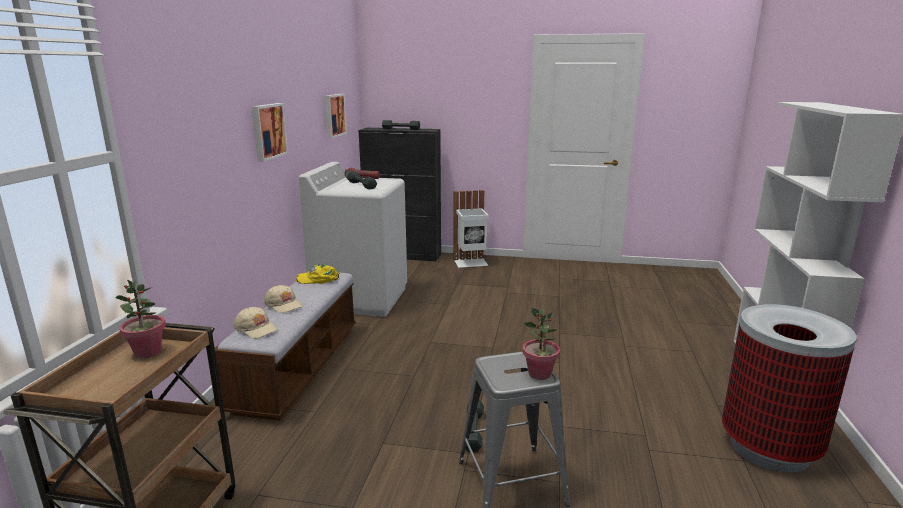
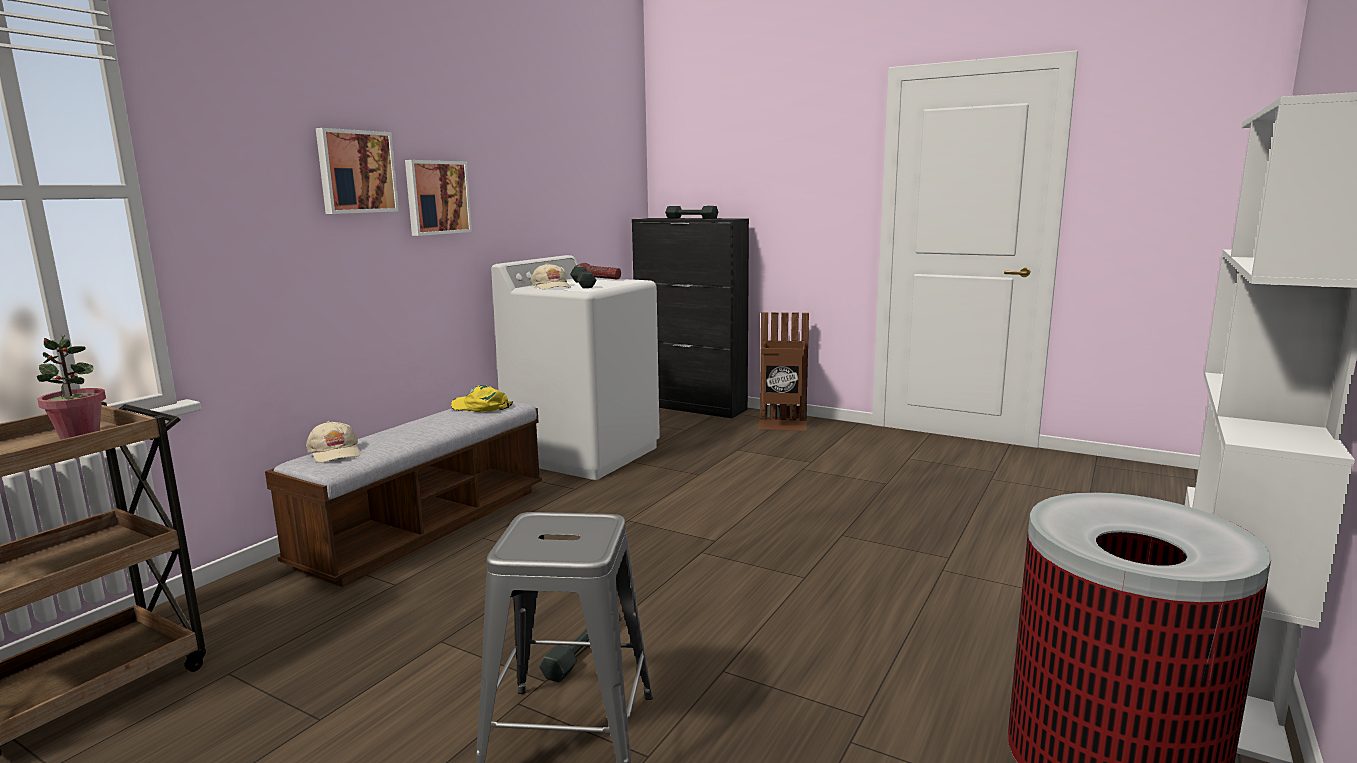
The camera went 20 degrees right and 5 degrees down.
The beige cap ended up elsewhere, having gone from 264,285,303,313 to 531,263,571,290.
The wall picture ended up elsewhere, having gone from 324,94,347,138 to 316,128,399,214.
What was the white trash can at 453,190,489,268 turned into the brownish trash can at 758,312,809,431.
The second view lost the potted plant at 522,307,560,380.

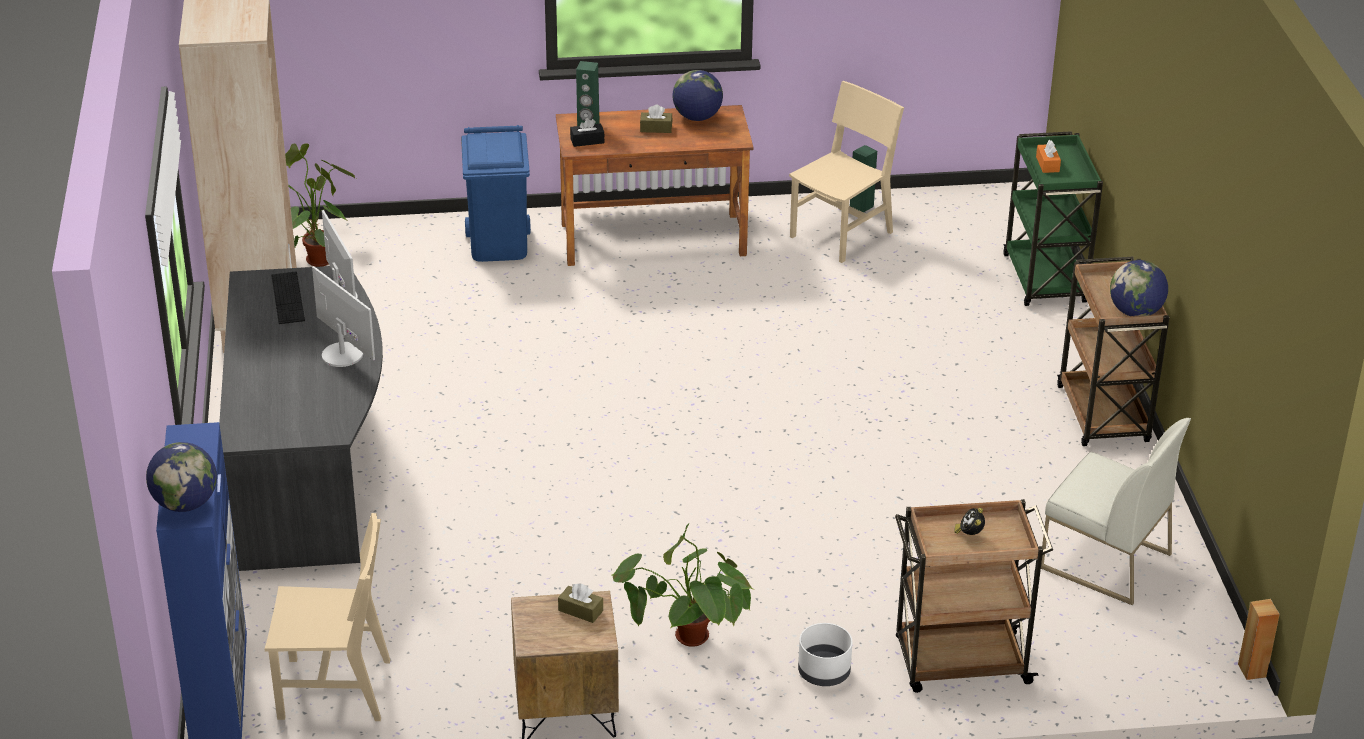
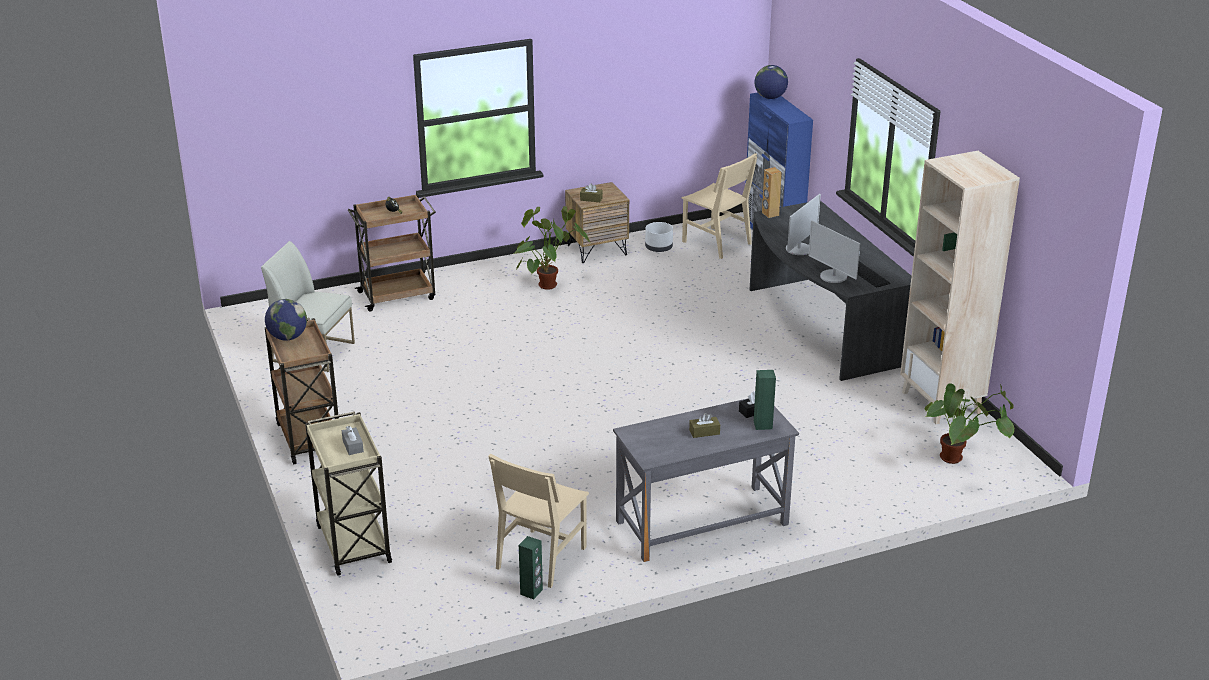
The camera went 165 degrees right and 5 degrees down.
The beige chair at 265,513,390,721 ended up facing another way, 120 degrees counterclockwise from before.
The computer display at 312,266,375,367 ended up facing another way, 90 degrees counterclockwise from before.
The second view lost the blue trash can at 461,125,531,262.
What was the brownish desk unit at 556,105,754,266 turned into the grey desk unit at 613,398,799,562.
The second view lost the desk globe at 672,70,723,121.
The white planter ended up elsewhere, having gone from 798,623,852,686 to 645,222,673,252.
What was the green wheeled cart at 1003,131,1103,306 turned into the beige wheeled cart at 305,411,392,576.
What was the orange-coloured tissue holder at 1036,140,1061,173 turned into the grey tissue holder at 342,426,364,455.
The brownish audio speaker ended up elsewhere, having gone from 1238,599,1280,680 to 762,167,782,218.

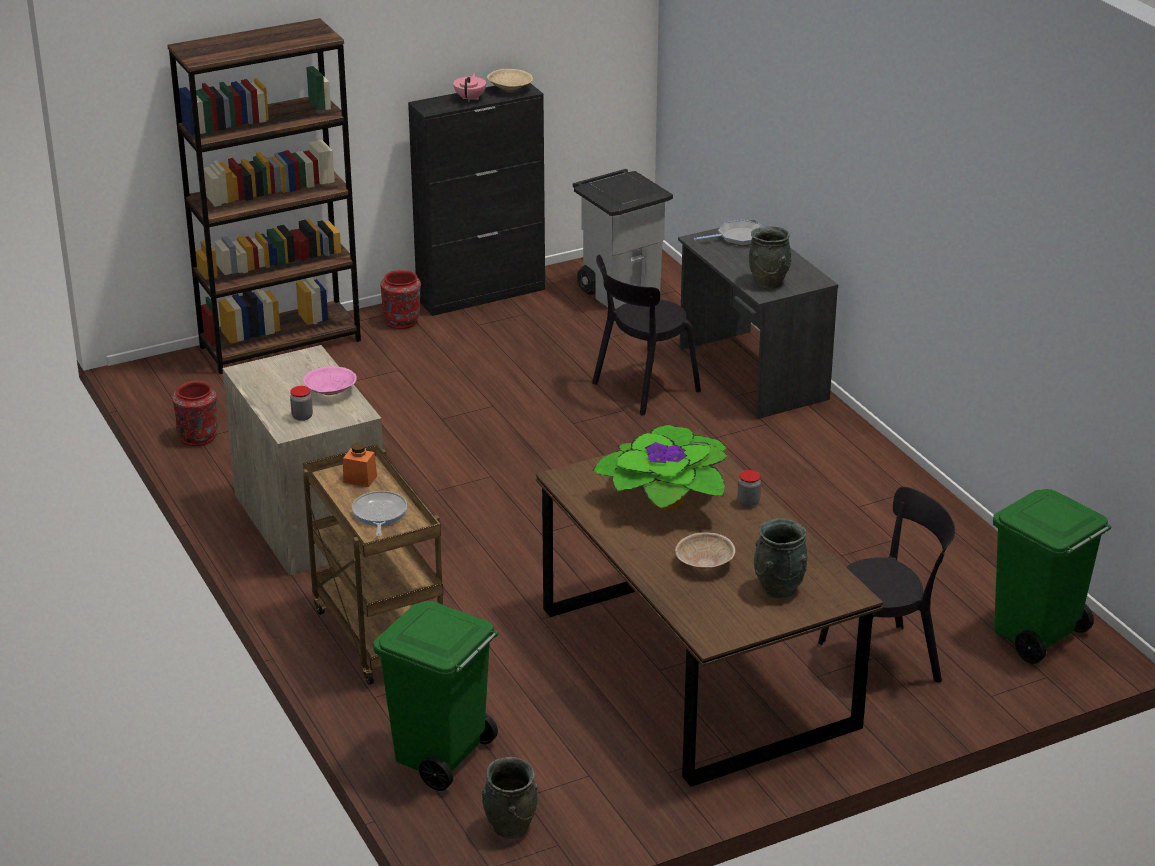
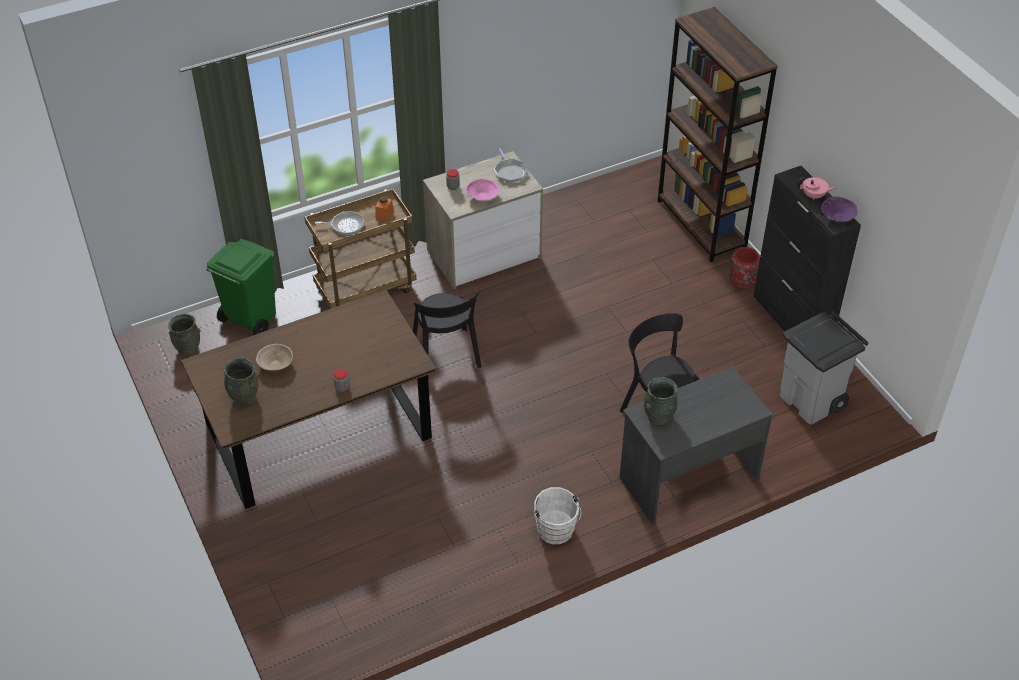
The camera went 90 degrees right and 15 degrees up.
The second view lost the red-coloured decorative vase at 172,381,218,446.
What was the beige bowl at 487,69,533,91 turned into the purplish bowl at 821,196,858,222.
The second view lost the potted plant at 592,425,727,509.
The pan ended up elsewhere, having gone from 694,220,763,246 to 494,148,528,182.
The blackish chair ended up elsewhere, having gone from 818,487,955,682 to 413,289,481,378.
The second view lost the green trash can at 993,489,1112,664.
The second view gained the white bucket at 534,487,581,544.

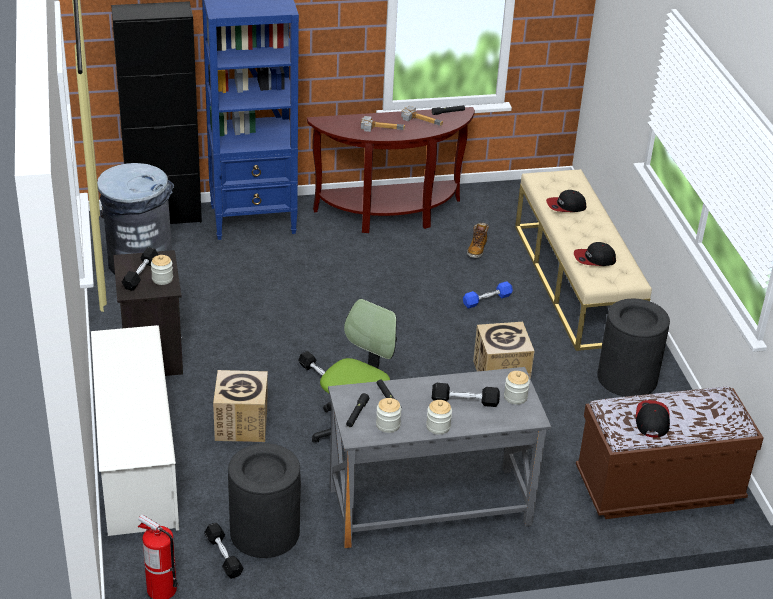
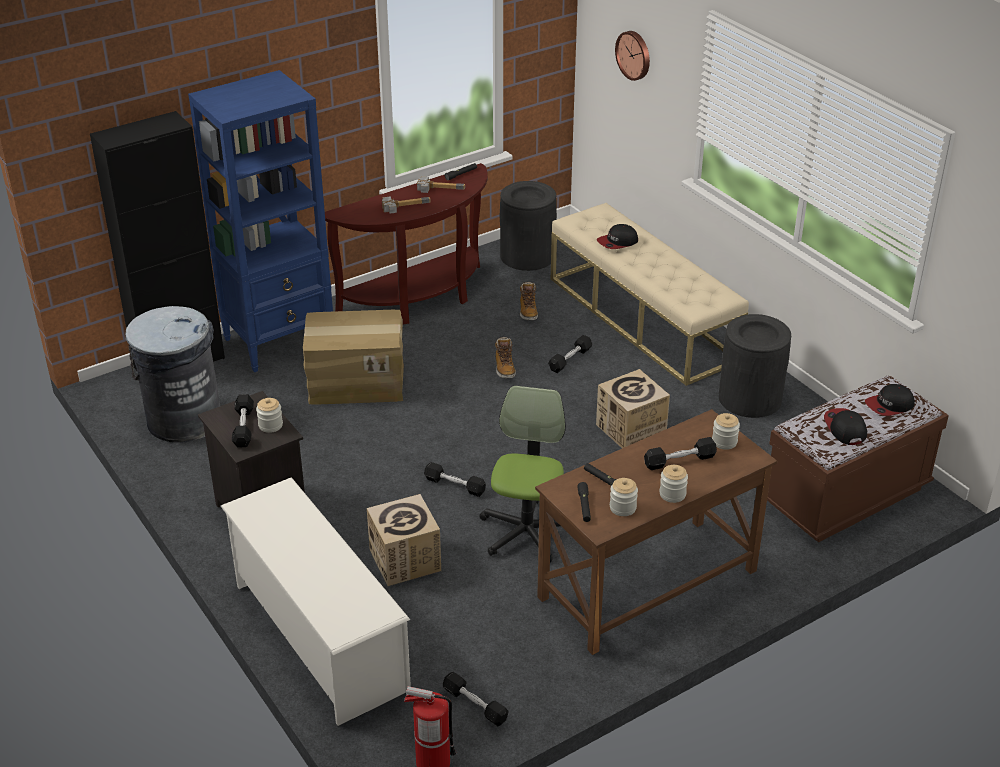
The camera went 20 degrees left and 0 degrees up.
The blackish trash can ended up elsewhere, having gone from 228,443,301,558 to 499,181,557,271.
What was the grey desk unit at 328,367,551,548 turned into the brownish desk unit at 535,409,777,655.
What was the blue dumbbell at 463,281,513,309 turned into the blackish dumbbell at 548,335,592,373.
The cap ended up elsewhere, having gone from 574,242,616,266 to 865,384,915,416.
The second view gained the packing box at 303,310,404,404.
The second view gained the high-top boot at 495,337,516,379.
The second view gained the hanging clock at 615,31,650,81.

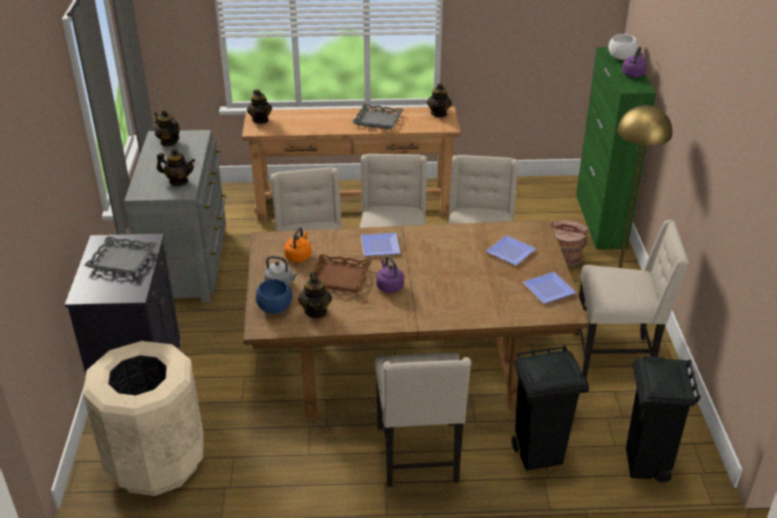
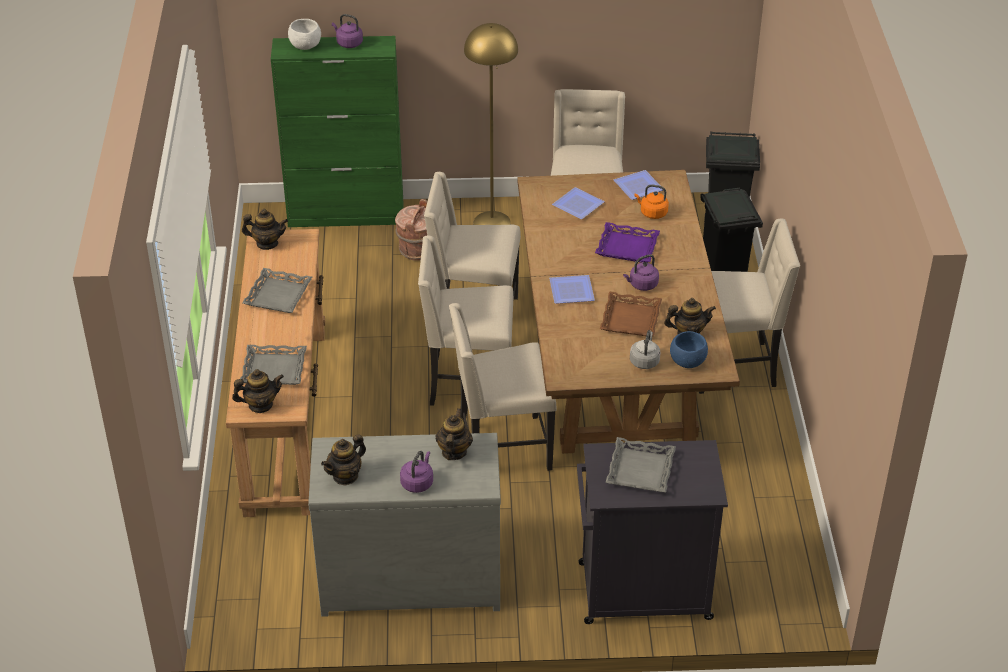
The camera went 90 degrees left and 5 degrees up.
The second view lost the beige trash can at 83,341,204,496.
The orange-coloured water kettle ended up elsewhere, having gone from 284,227,311,263 to 635,185,669,219.
The second view gained the grey carrying tray at 240,345,307,385.
The second view gained the purplish water kettle at 400,451,433,493.
The second view gained the purplish carrying tray at 595,222,660,263.

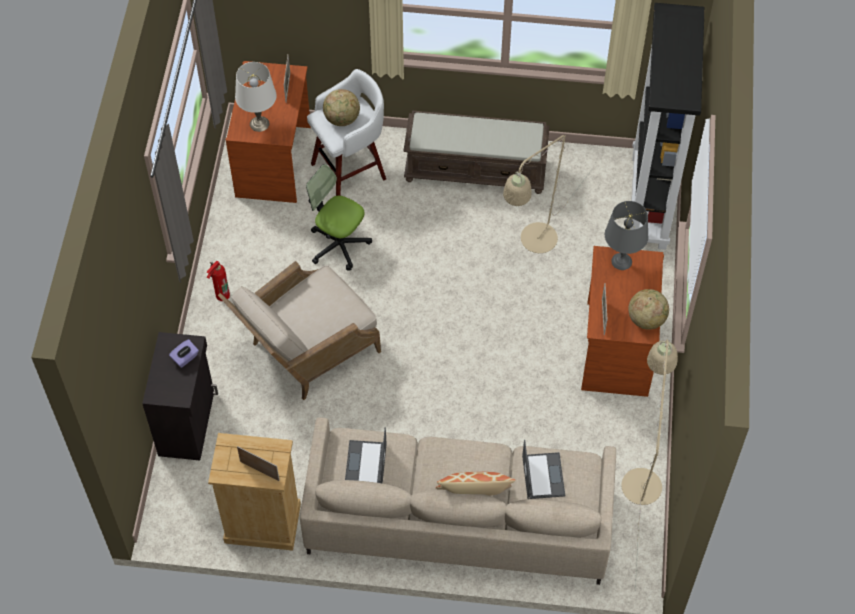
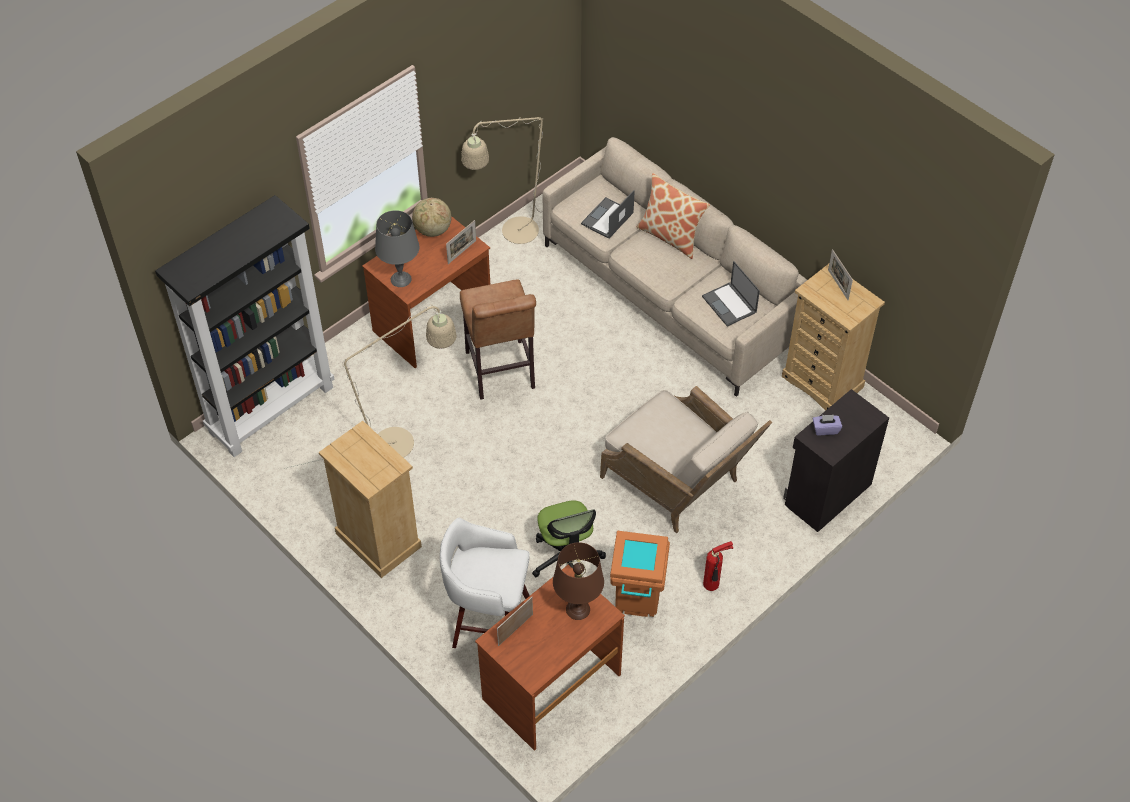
The camera went 140 degrees left and 5 degrees down.
The beige lounge chair at 218,261,381,400 ended up facing another way, 45 degrees clockwise from before.
What was the white tabletop lamp at 235,62,277,132 turned into the brownish tabletop lamp at 553,542,604,620.
The second view lost the desk globe at 323,89,360,126.
The portable computer at 345,427,387,484 ended up facing another way, 105 degrees clockwise from before.
Where the brownish bench stood at 403,110,550,194, the beige chest of drawers came to stand at 319,421,422,578.
The second view gained the brownish stool seat at 460,279,536,400.
The second view gained the orange-coloured trash can at 610,531,670,617.

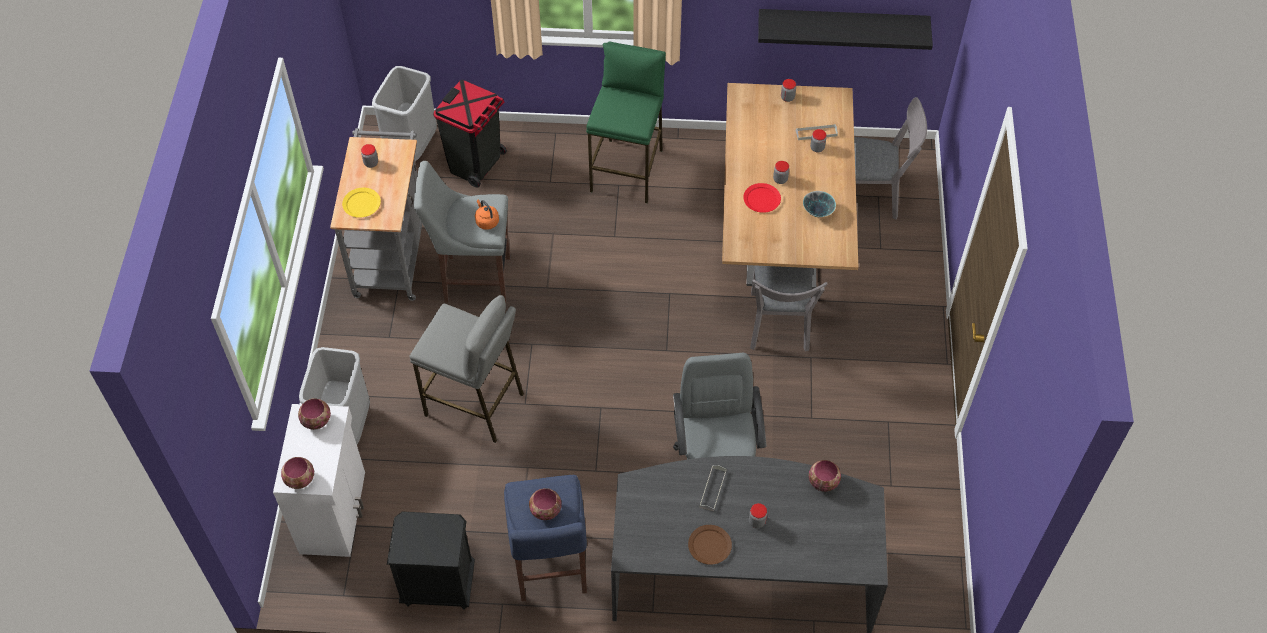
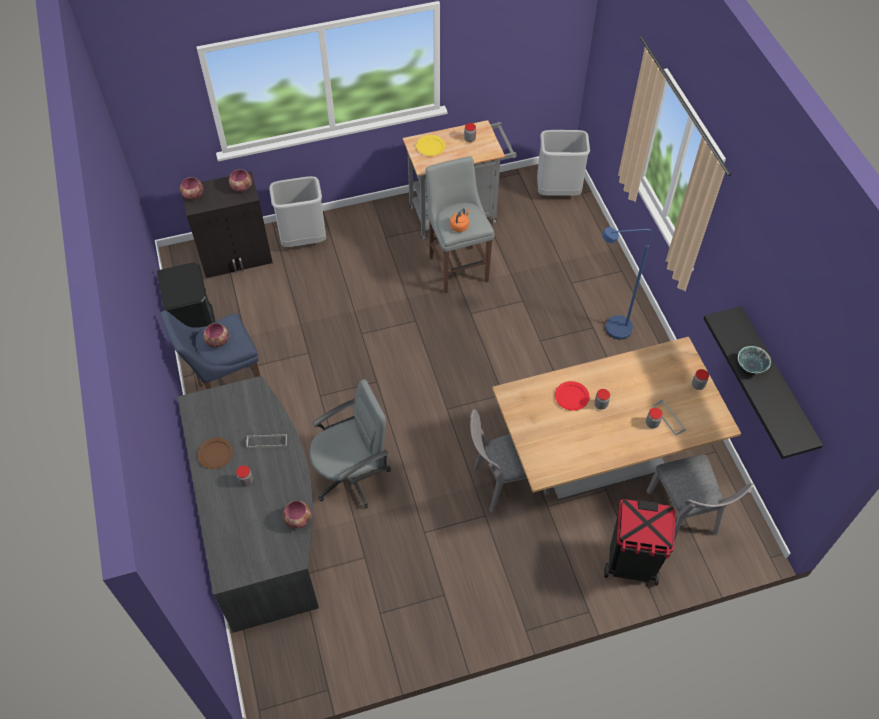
The camera went 70 degrees right and 0 degrees up.
What was the white cupboard at 273,404,365,557 turned into the blackish cupboard at 183,171,273,278.
The second view lost the grey stool seat at 409,295,524,443.
The blackish trash can ended up elsewhere, having gone from 433,80,507,187 to 604,499,675,585.
Where the green stool seat stood at 586,42,666,203, the blue floor lamp came to stand at 602,227,652,339.
The bowl ended up elsewhere, having gone from 803,191,836,217 to 738,346,771,373.

